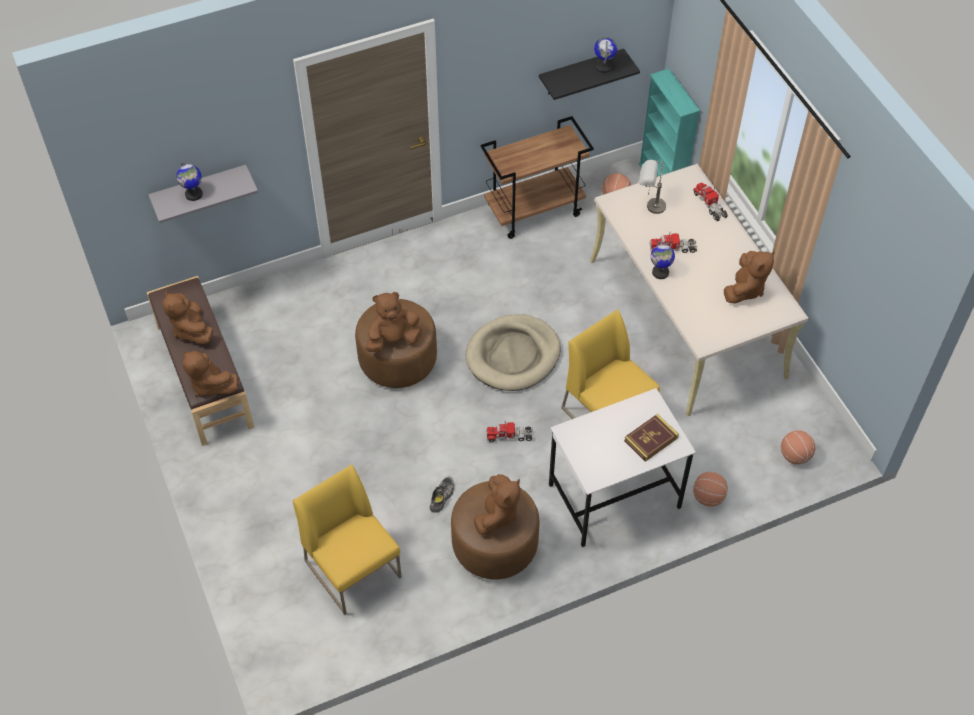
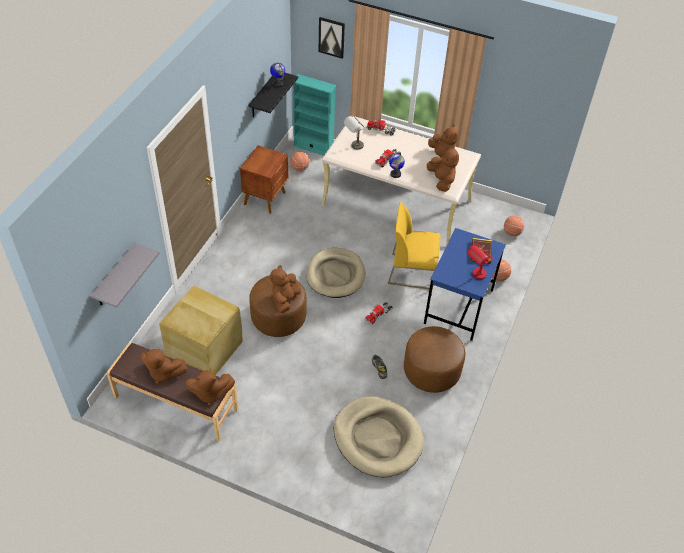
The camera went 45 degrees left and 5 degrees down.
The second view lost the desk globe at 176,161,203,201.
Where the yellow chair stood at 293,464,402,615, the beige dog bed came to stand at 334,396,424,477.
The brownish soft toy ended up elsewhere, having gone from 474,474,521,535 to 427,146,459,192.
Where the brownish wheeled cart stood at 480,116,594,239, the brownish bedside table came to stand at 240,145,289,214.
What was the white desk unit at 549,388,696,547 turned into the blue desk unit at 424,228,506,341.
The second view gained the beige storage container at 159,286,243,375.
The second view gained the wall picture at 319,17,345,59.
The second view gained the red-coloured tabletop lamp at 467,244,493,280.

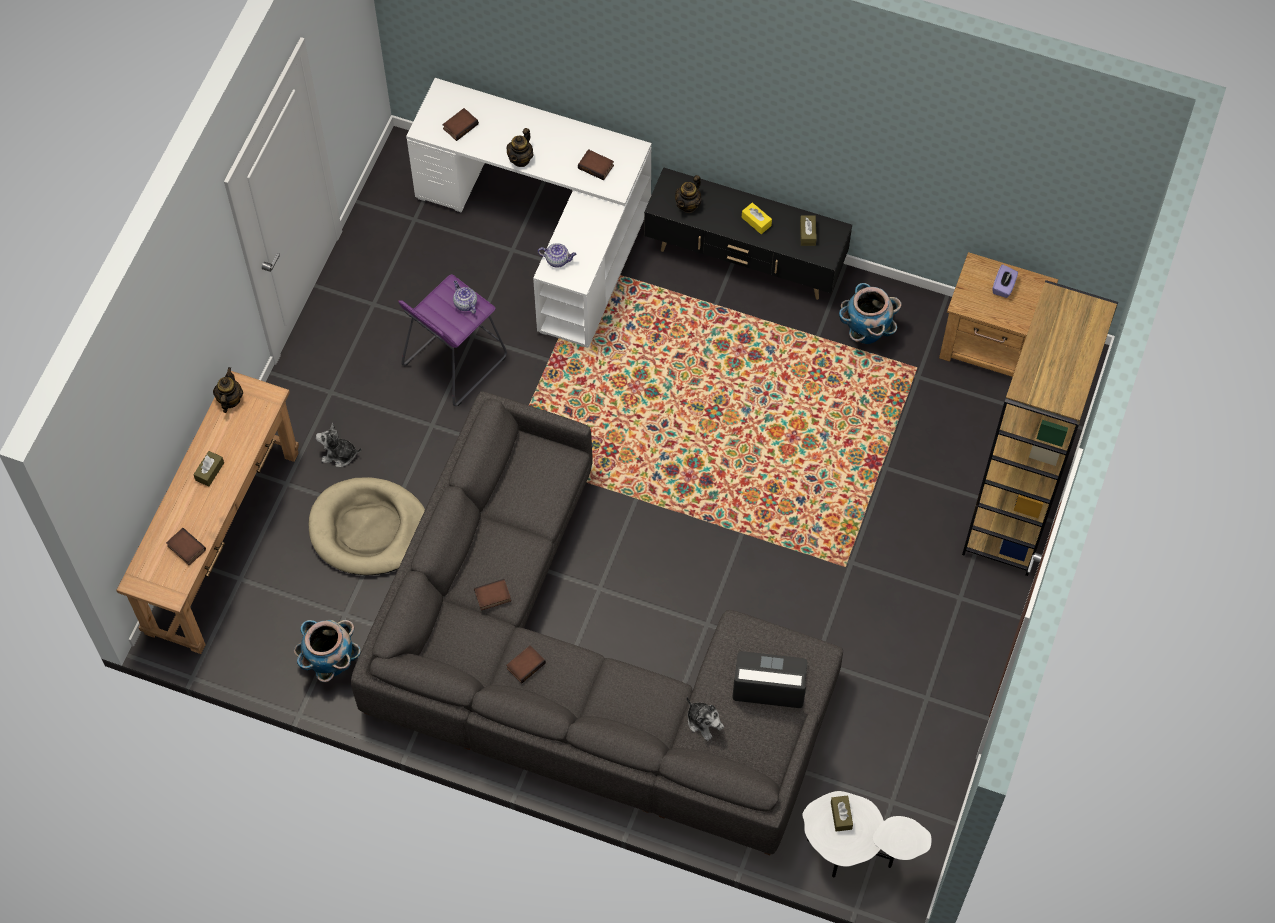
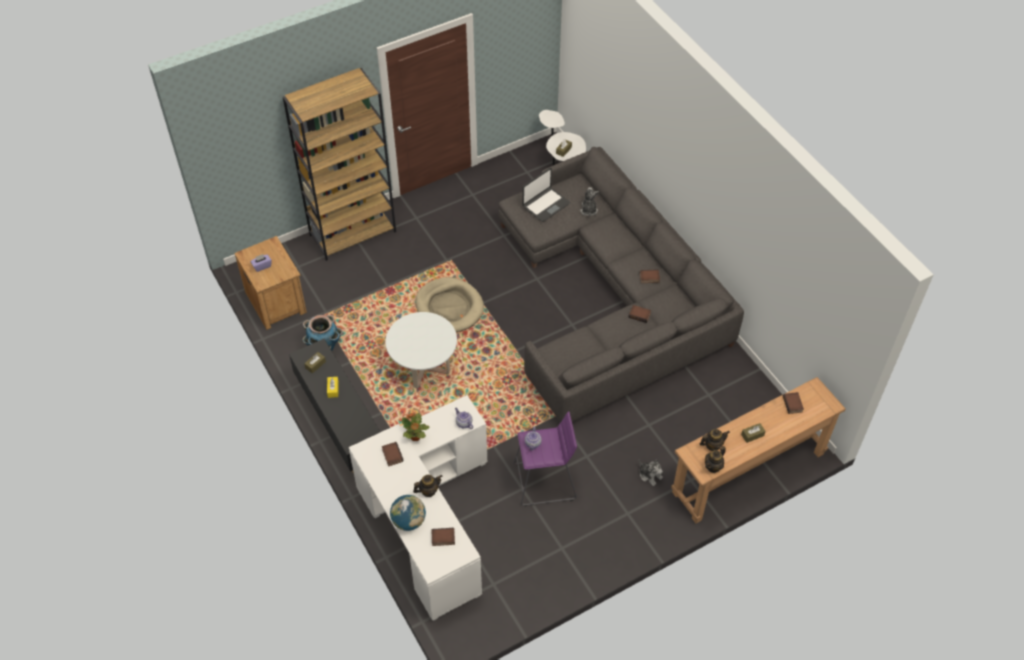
The camera went 140 degrees left and 10 degrees down.
The second view lost the planter at 294,620,361,682.
The beige dog bed ended up elsewhere, having gone from 308,477,425,576 to 416,277,484,332.
The pot for tea ended up elsewhere, having gone from 675,175,701,213 to 700,429,730,451.
The portable computer at 732,651,807,708 ended up facing another way, 90 degrees counterclockwise from before.
The second view gained the white lounge table at 385,312,457,388.
The second view gained the desk globe at 390,495,426,531.
The second view gained the potted plant at 402,413,429,441.

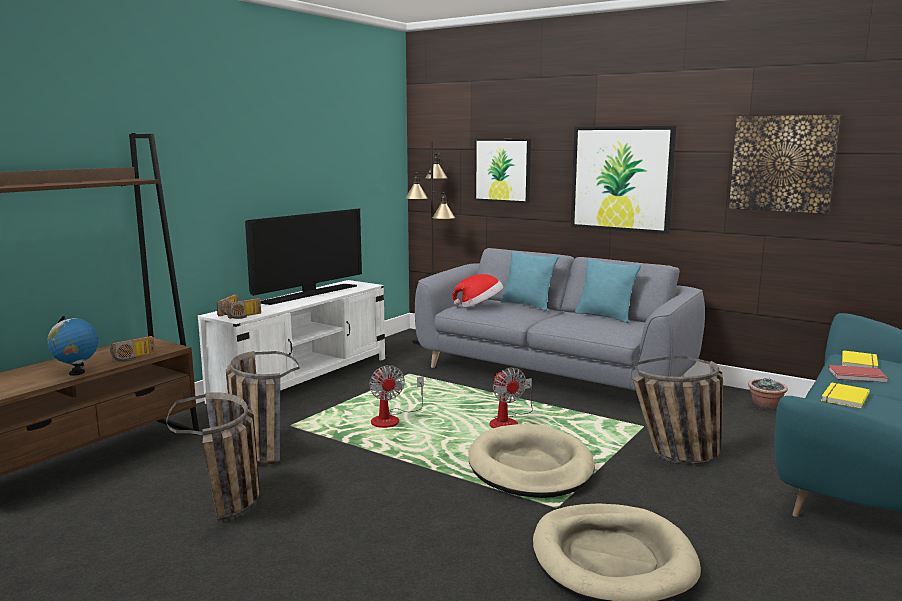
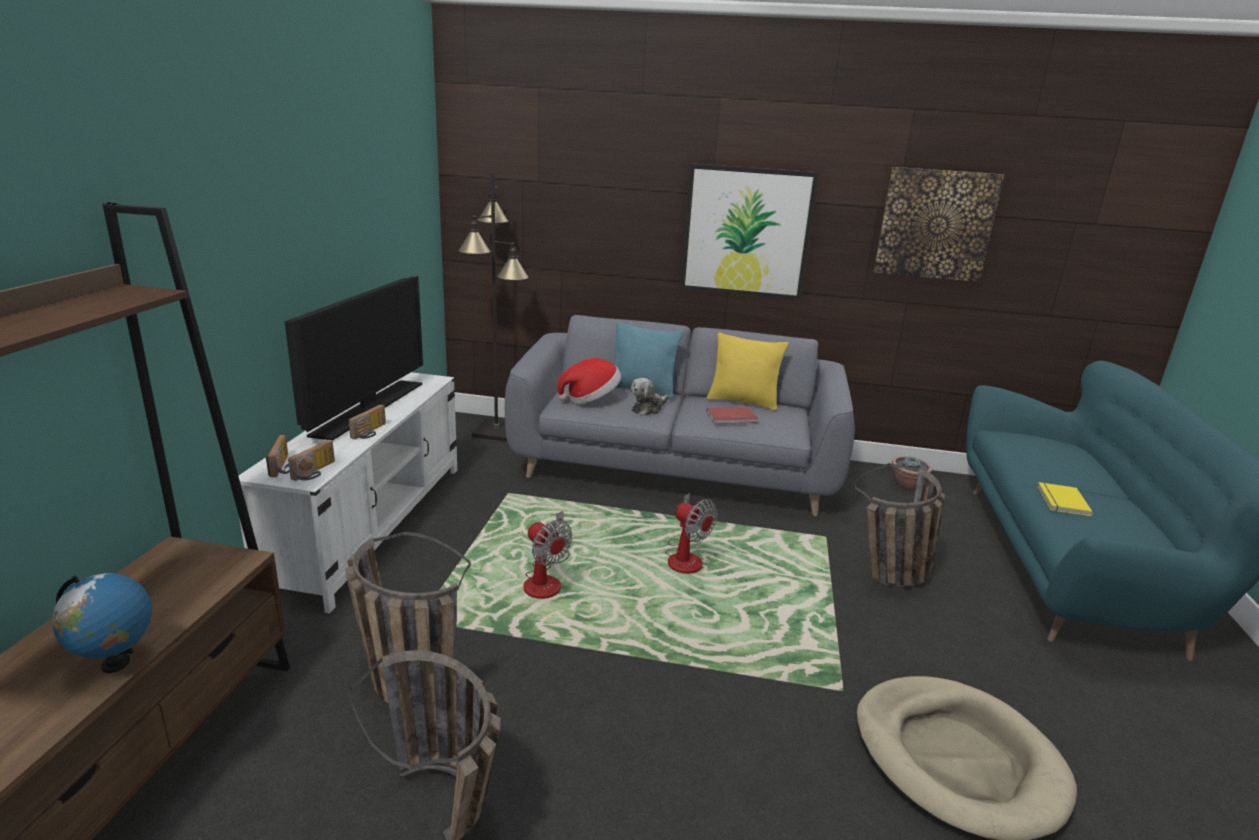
The camera went 25 degrees left and 10 degrees up.
The radio ended up elsewhere, having gone from 110,336,155,362 to 349,405,386,439.
The second view lost the beige dog bed at 468,424,595,498.
The second view lost the wall picture at 474,139,531,203.
What was the blue-green throw pillow at 575,258,641,323 turned into the yellow throw pillow at 707,332,789,411.
The red-coloured book ended up elsewhere, having gone from 828,365,888,383 to 706,407,758,424.
The second view lost the yellow book at 842,350,878,368.
The second view gained the soft toy at 631,378,668,416.

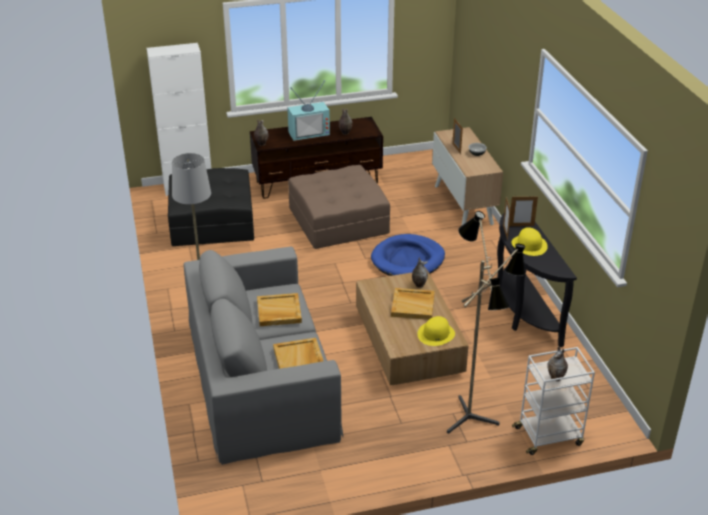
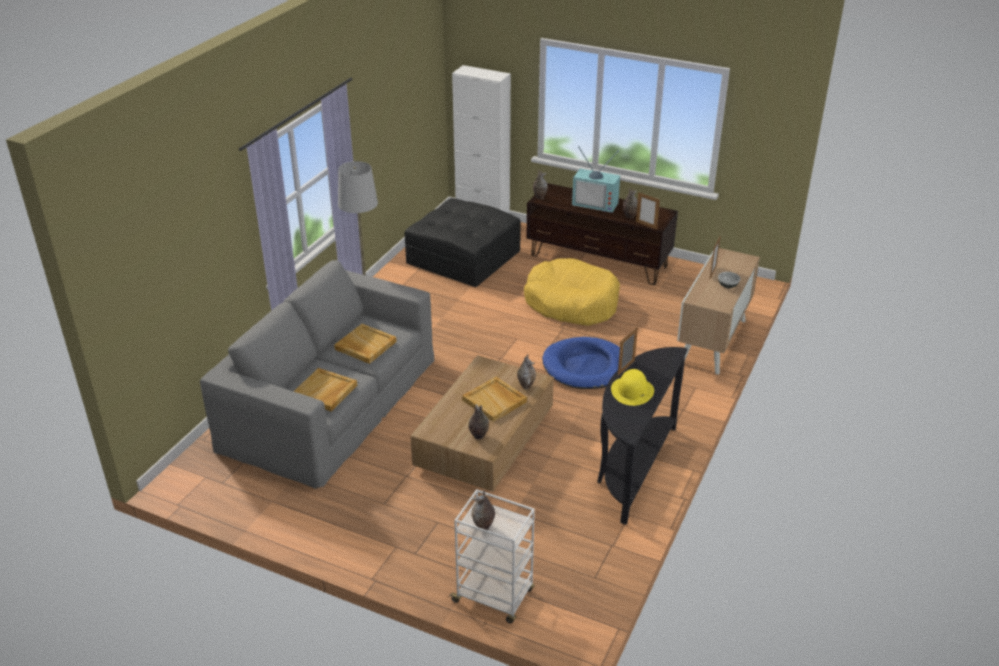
The camera went 40 degrees right and 0 degrees up.
Where the brownish ottoman stood at 288,165,390,249, the yellow dog bed came to stand at 524,258,620,326.
Where the yellow hat stood at 417,316,455,346, the decorative vase came to stand at 469,404,489,440.
The second view lost the floor lamp at 447,211,526,434.
The photo frame ended up elsewhere, having gone from 509,196,538,226 to 636,192,660,229.

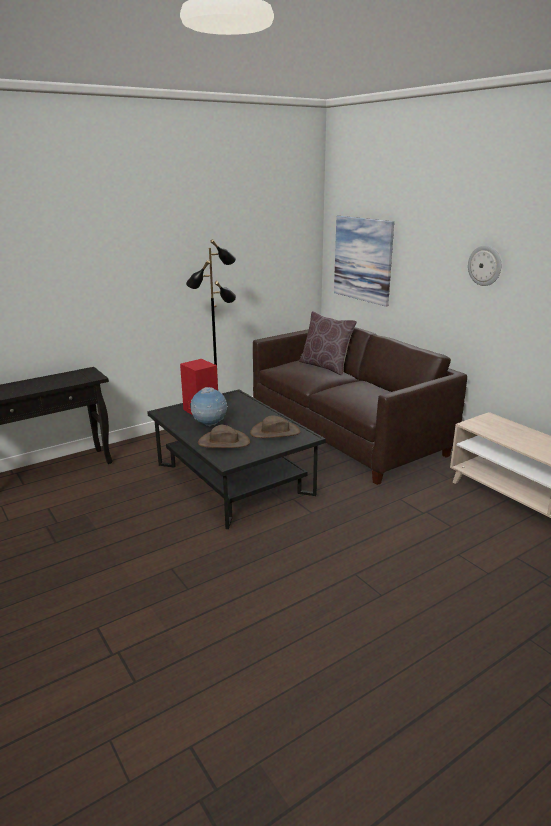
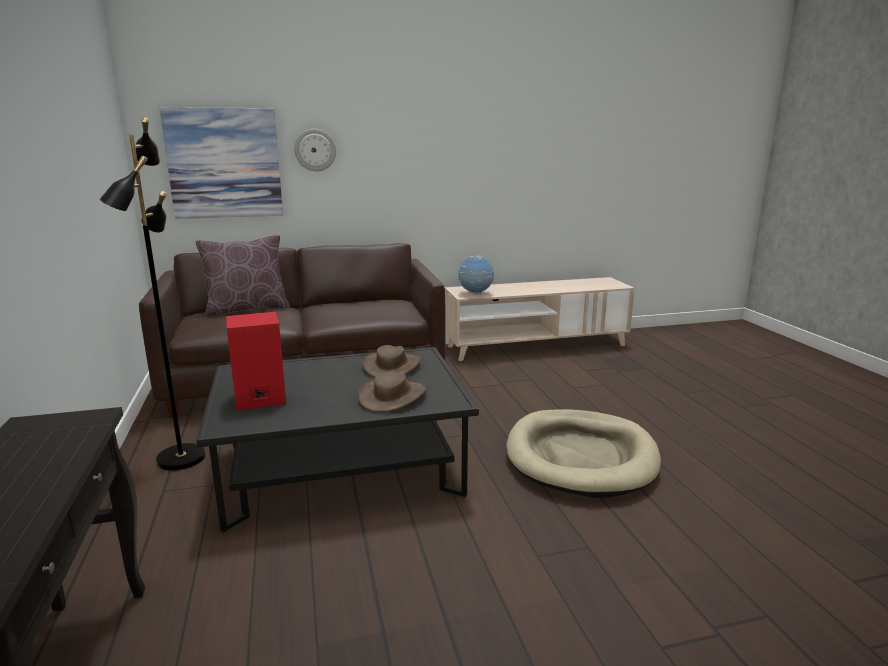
The camera went 70 degrees left and 5 degrees down.
The desk globe ended up elsewhere, having gone from 191,387,228,426 to 458,255,494,294.
The hanging clock ended up elsewhere, having gone from 468,246,501,286 to 294,129,336,172.
The second view gained the beige dog bed at 506,409,661,498.

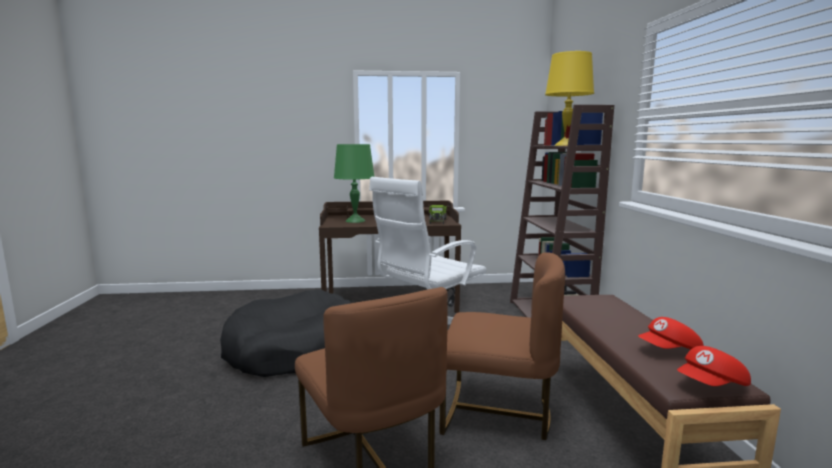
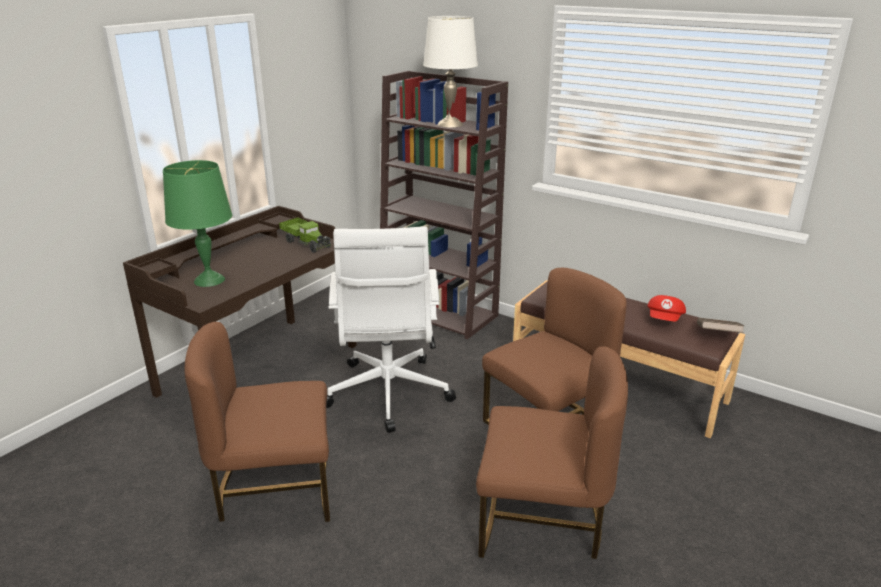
The camera went 50 degrees left and 15 degrees up.
Where the blackish dog bed stood at 220,290,352,377, the brownish chair came to stand at 184,322,330,522.
What was the yellow tabletop lamp at 545,51,594,146 turned into the white tabletop lamp at 423,16,478,128.
Where the red-coloured cap stood at 677,346,751,386, the brownish book came to stand at 697,318,745,333.

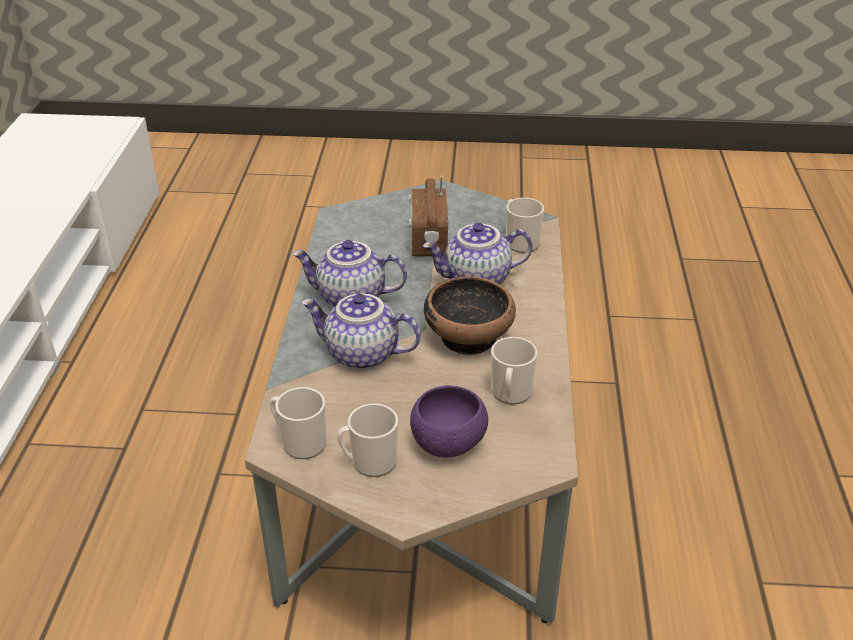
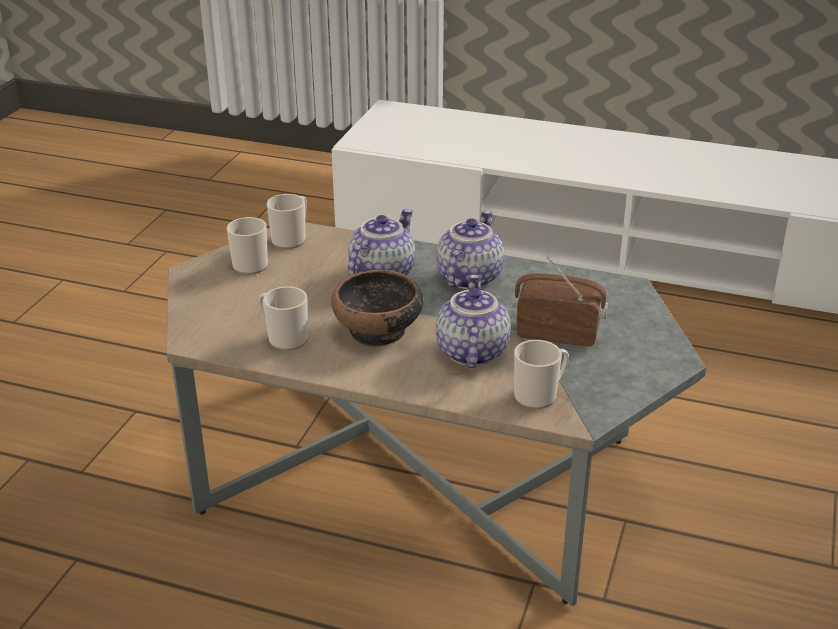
The camera went 105 degrees right and 5 degrees down.
The second view lost the purplish bowl at 410,385,488,458.

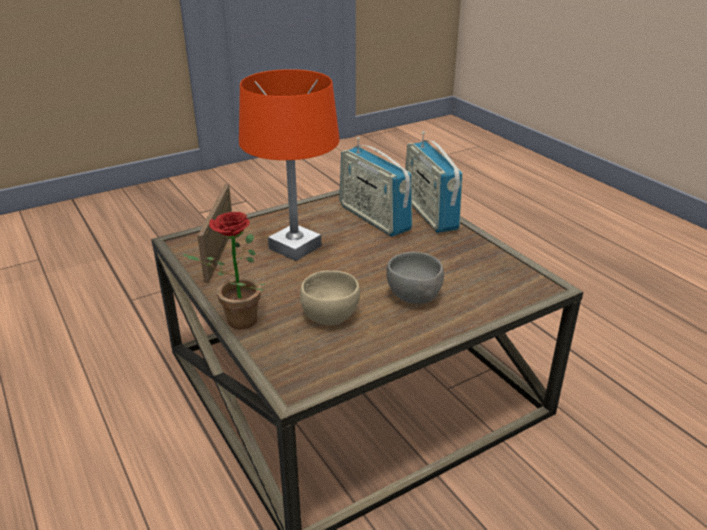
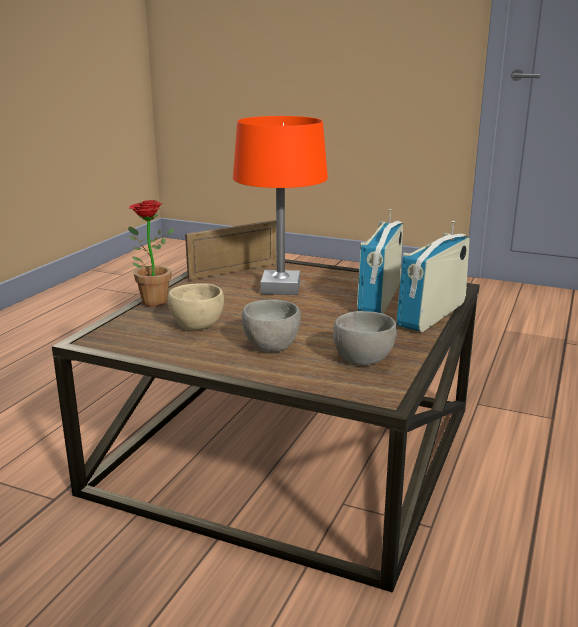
The camera went 55 degrees right and 10 degrees down.
The second view gained the grey bowl at 333,311,397,366.

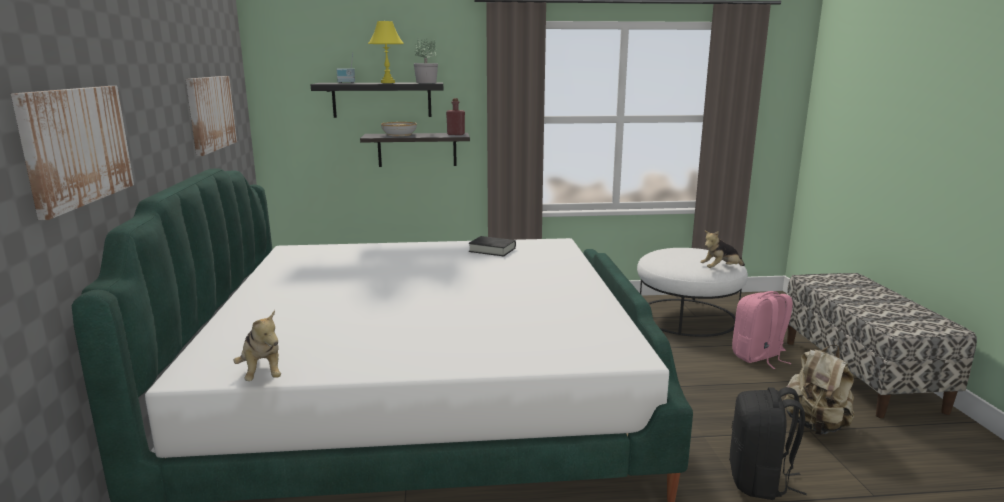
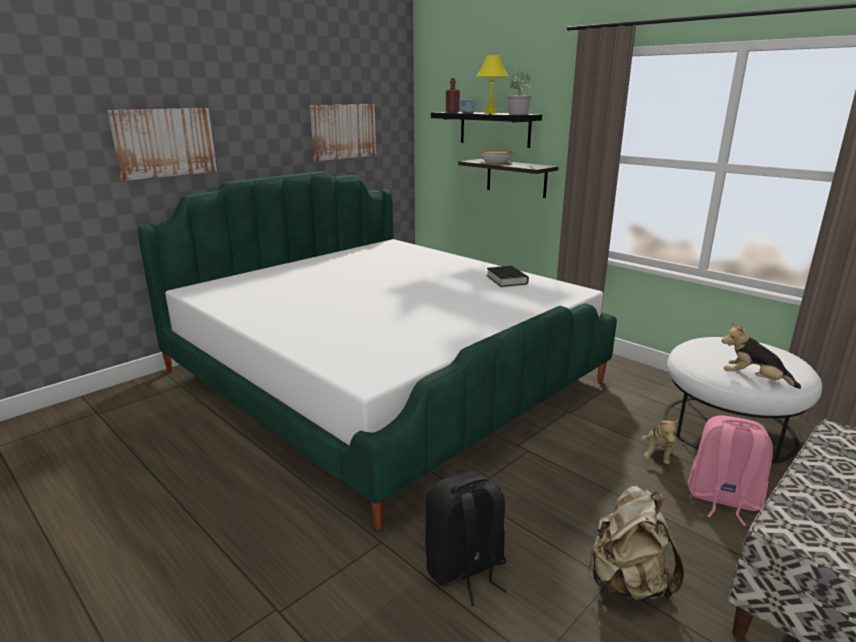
The camera went 50 degrees right and 5 degrees up.
The soft toy ended up elsewhere, having gone from 233,310,281,381 to 641,419,679,464.
The red-coloured drink bottle ended up elsewhere, having gone from 446,98,465,135 to 446,78,460,112.

